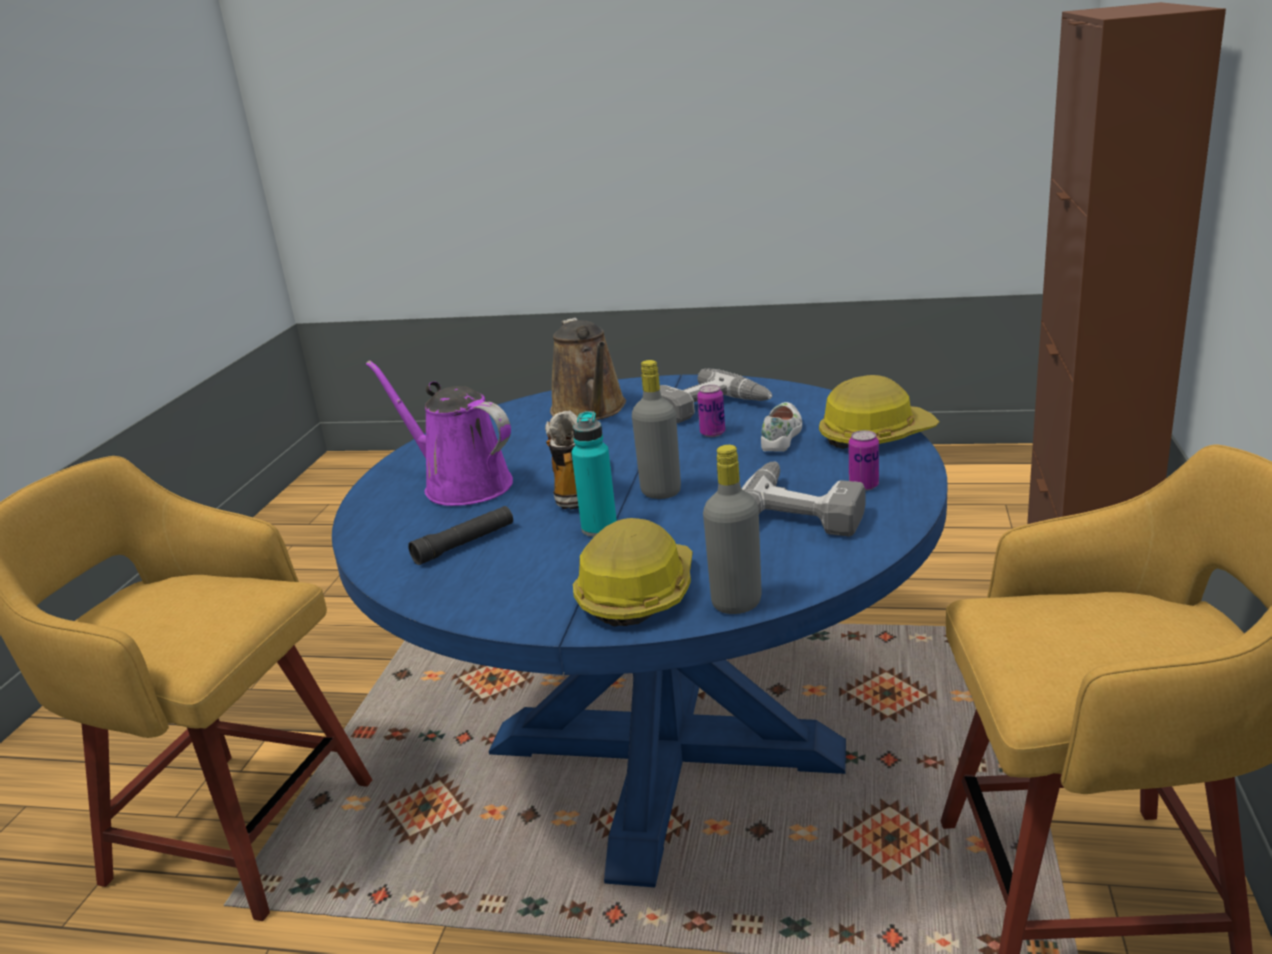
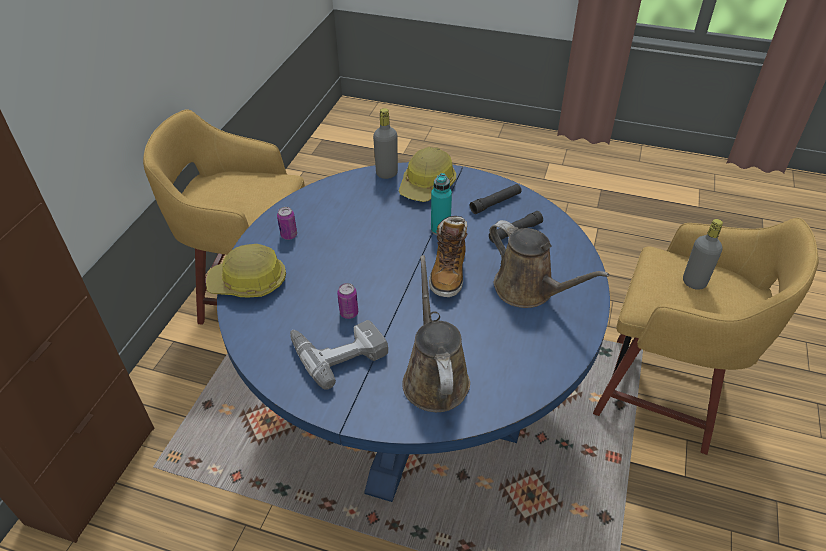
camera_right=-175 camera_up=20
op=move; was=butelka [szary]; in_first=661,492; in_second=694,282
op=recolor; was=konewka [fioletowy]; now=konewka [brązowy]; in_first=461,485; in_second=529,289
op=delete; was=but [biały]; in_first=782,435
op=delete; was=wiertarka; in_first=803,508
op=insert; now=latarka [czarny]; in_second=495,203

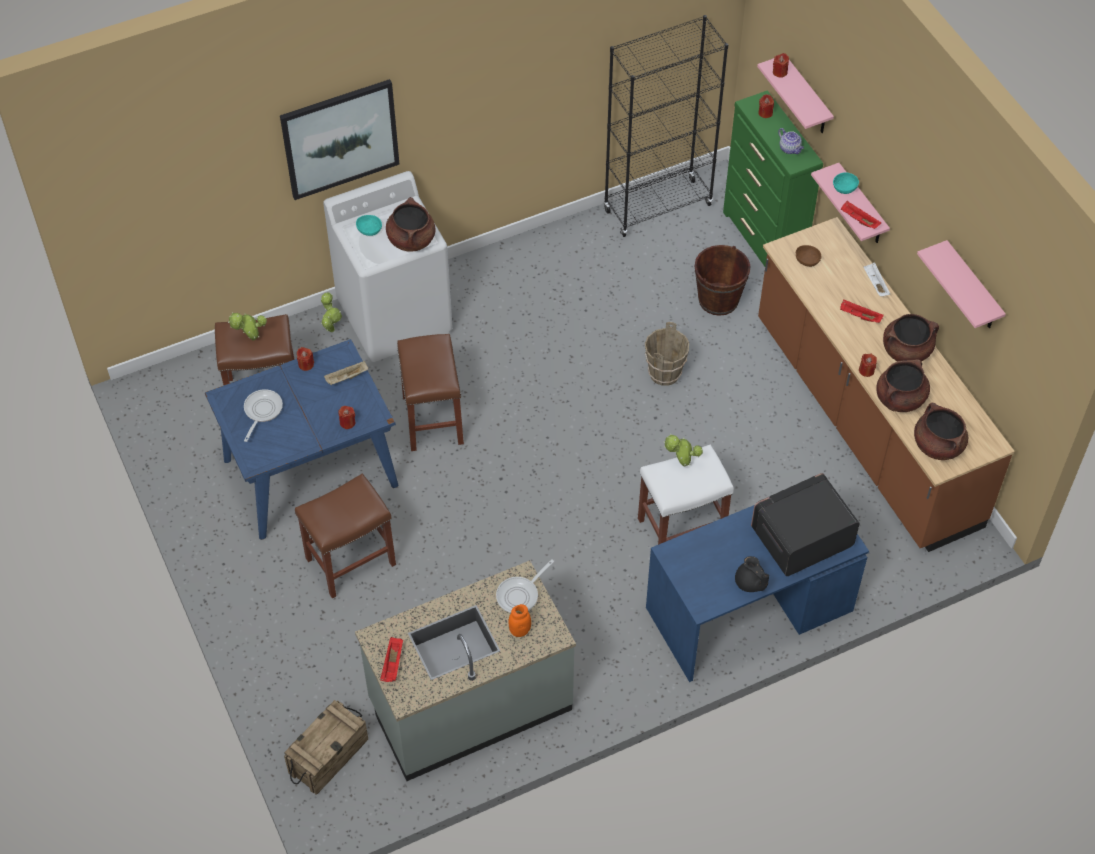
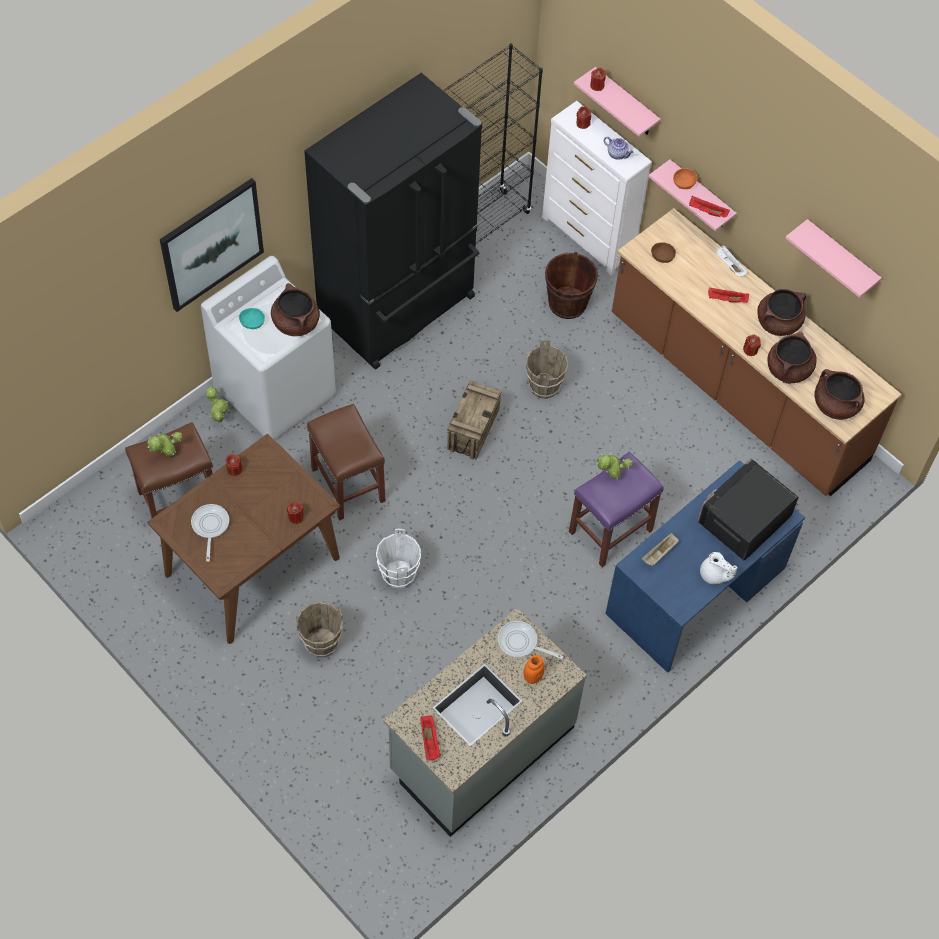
camera_right=-20 camera_up=5
op=recolor; was=komoda [zielony]; now=komoda [biały]; in_first=763,242; in_second=588,238
op=recolor; was=miska [turkusowy]; now=miska [pomarańczowy]; in_first=844,188; in_second=683,184
op=recolor; was=stół jadalny [niebieski]; now=stół jadalny [brązowy]; in_first=312,472; in_second=253,565
op=move; was=taca [beżowy]; in_first=346,378; in_second=659,554
op=recolor; was=stołek [biały]; now=stołek [fioletowy]; in_first=682,528; in_second=611,530
op=replace; was=stołek [brązowy]; now=wiadro [brązowy]; in_first=350,562; in_second=321,643
op=recolor; was=imbryk [czarny]; now=imbryk [biały]; in_first=750,583; in_second=714,575
op=rotate; was=patelnia; in_first=520,595; in_second=521,643; clockwise=90
op=move; was=skrzynka; in_first=328,756; in_second=473,429
op=insert; now=lodówka [czarny]; in_second=400,308
op=insert; now=wiadro [biały]; in_second=398,575

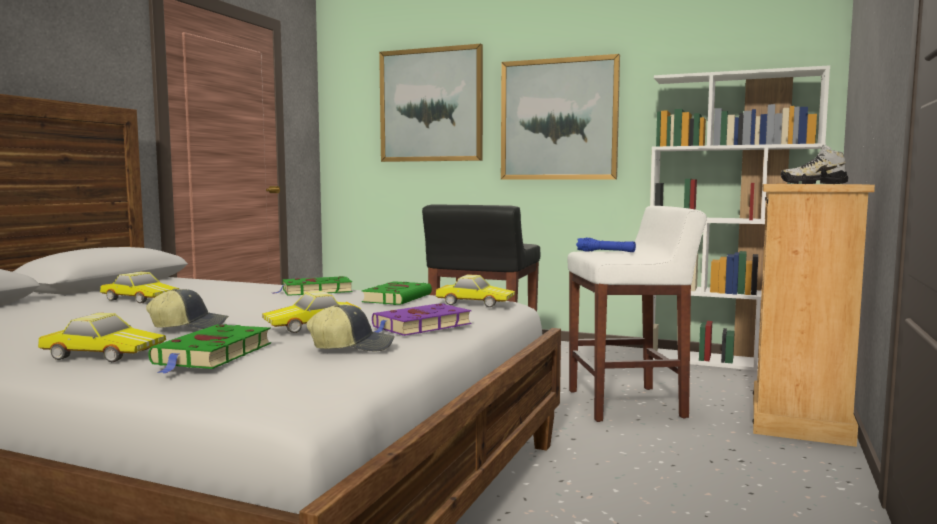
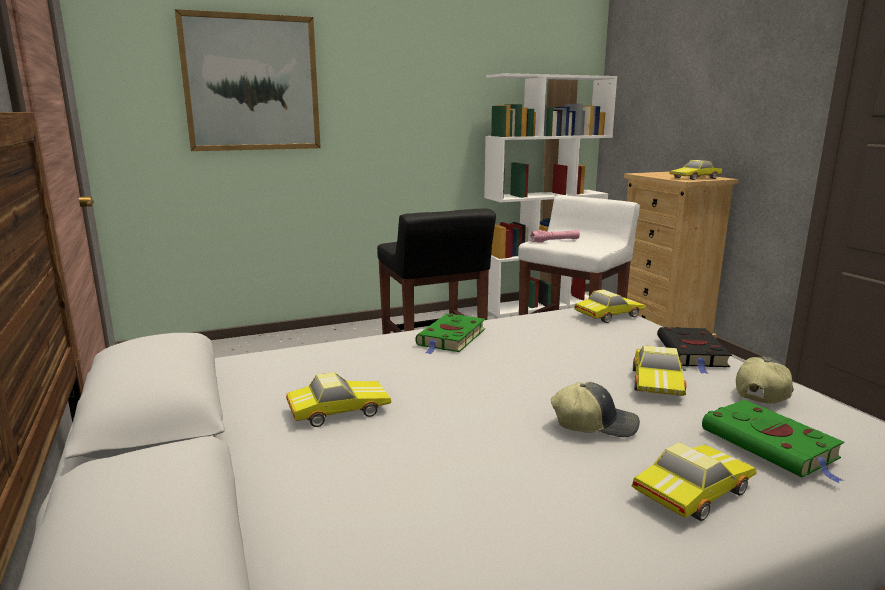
camera_right=-45 camera_up=10
op=delete; was=obraz; in_first=558,119
op=replace; was=but; now=samochodzik; in_first=813,184; in_second=696,178
op=recolor; was=latarka [niebieski]; now=latarka [różowy]; in_first=605,252; in_second=555,241
op=delete; was=książka [zielony]; in_first=398,298
op=rotate; was=czapka z daszkiem; in_first=190,326; in_second=594,424; clockwise=60
op=recolor; was=książka [fioletowy]; now=książka [czarny]; in_first=420,326; in_second=693,353

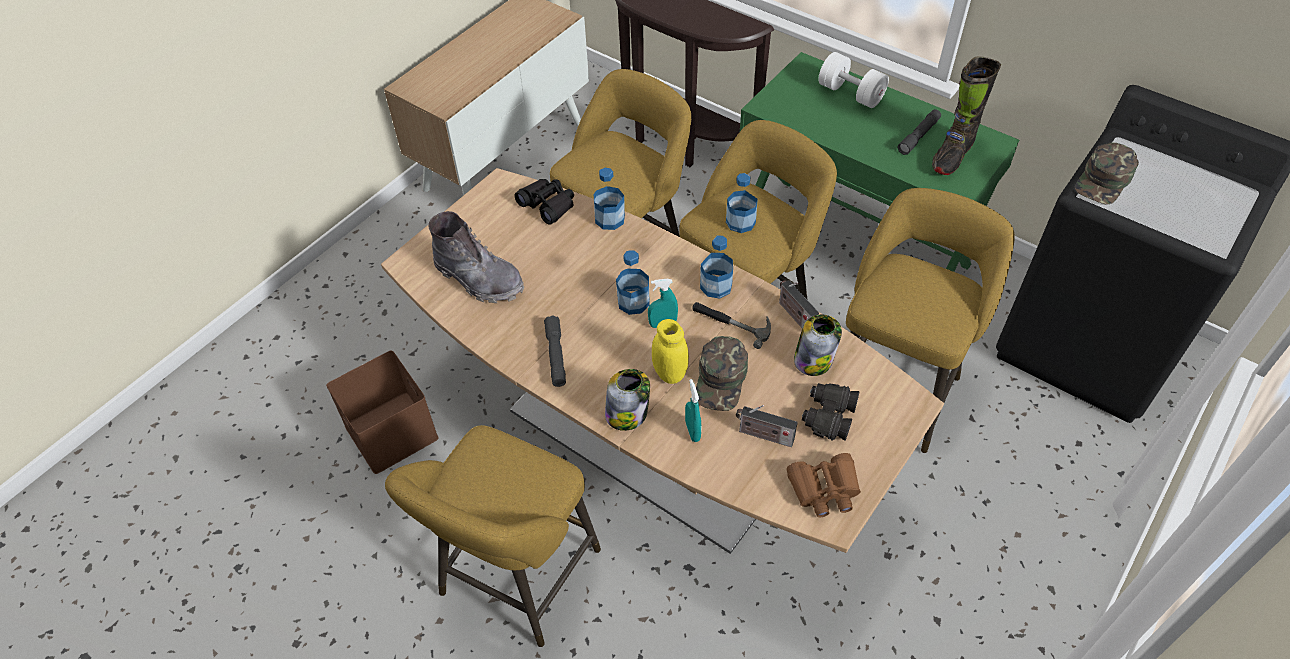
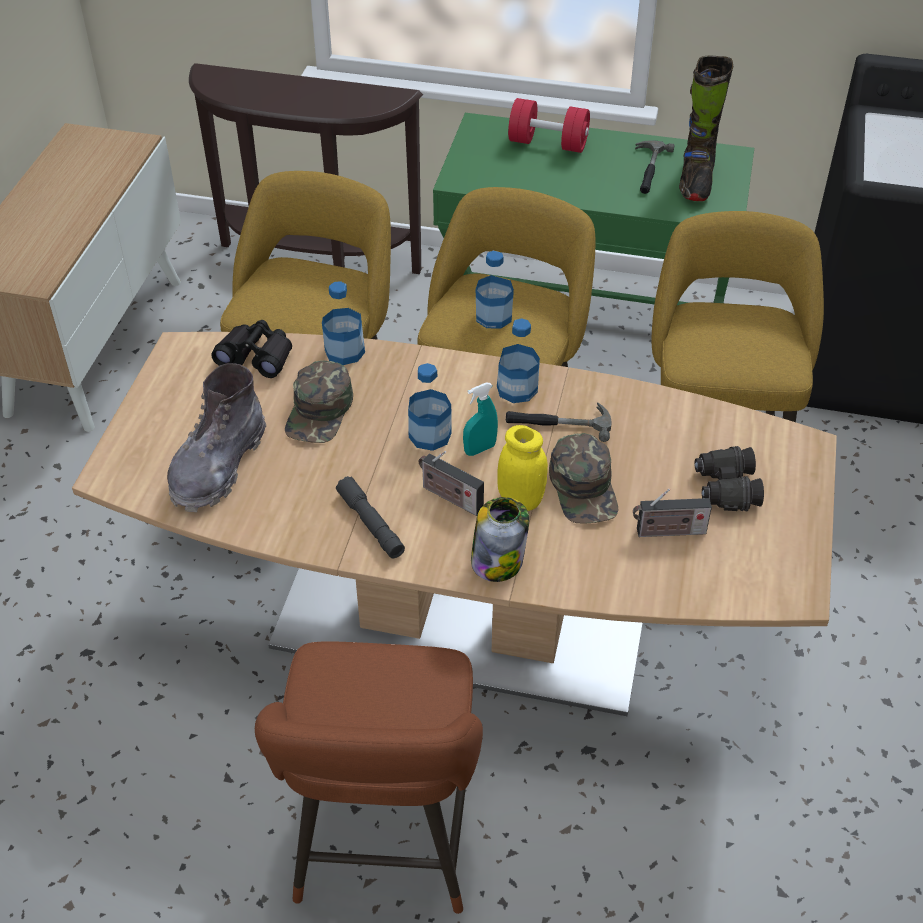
camera_right=-25 camera_up=-5
op=recolor; was=hantel [biały]; now=hantel [czerwony]; in_first=850,93; in_second=548,143
op=replace; was=latarka [szary]; now=młotek; in_first=918,136; in_second=648,170
op=move; was=czapka z daszkiem [zielony]; in_first=1104,180; in_second=320,411
op=rotate; was=but z cholewką [szary]; in_first=479,279; in_second=218,466; clockwise=105
op=move; was=radio; in_first=794,315; in_second=449,497
op=delete; was=słoik; in_first=813,360
op=delete; was=pojemnik do przechowywania [brązowy]; in_first=389,431
op=delete; was=spryskiwacz [turkusowy]; in_first=692,431
op=recolor; was=stołek [żółty]; now=stołek [brązowy]; in_first=515,579; in_second=384,846
op=delete; was=lornetka [brązowy]; in_first=824,489

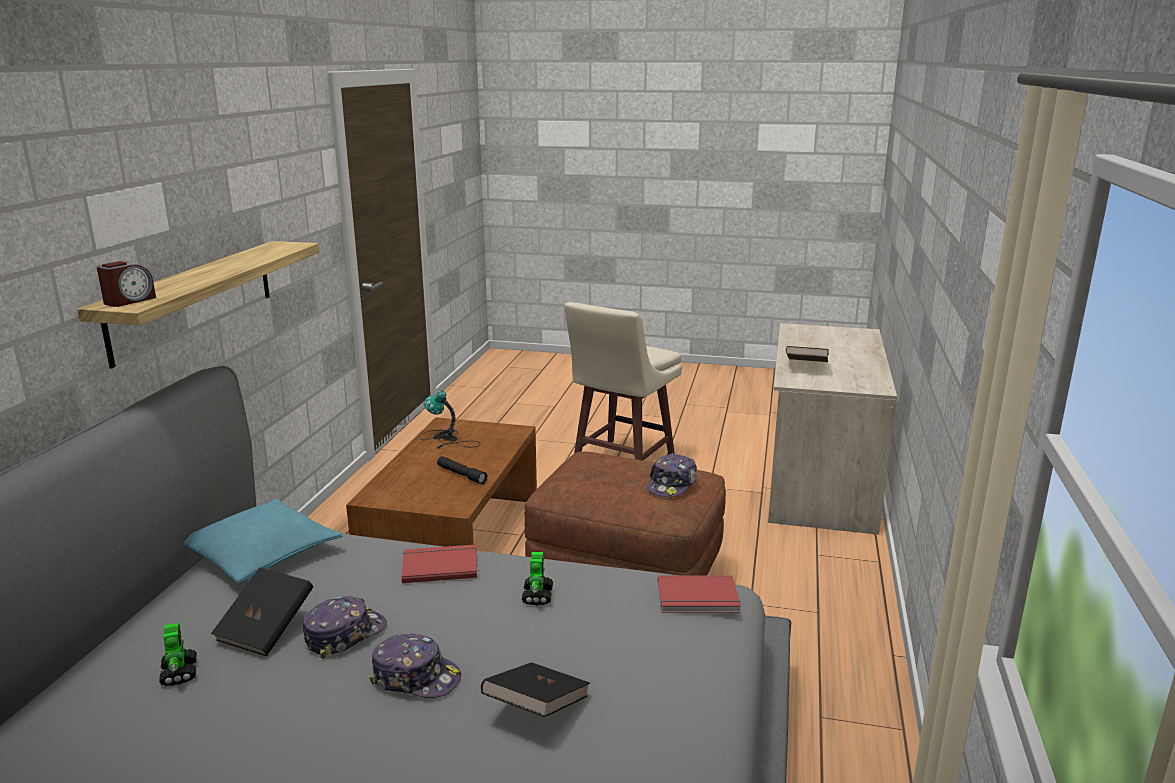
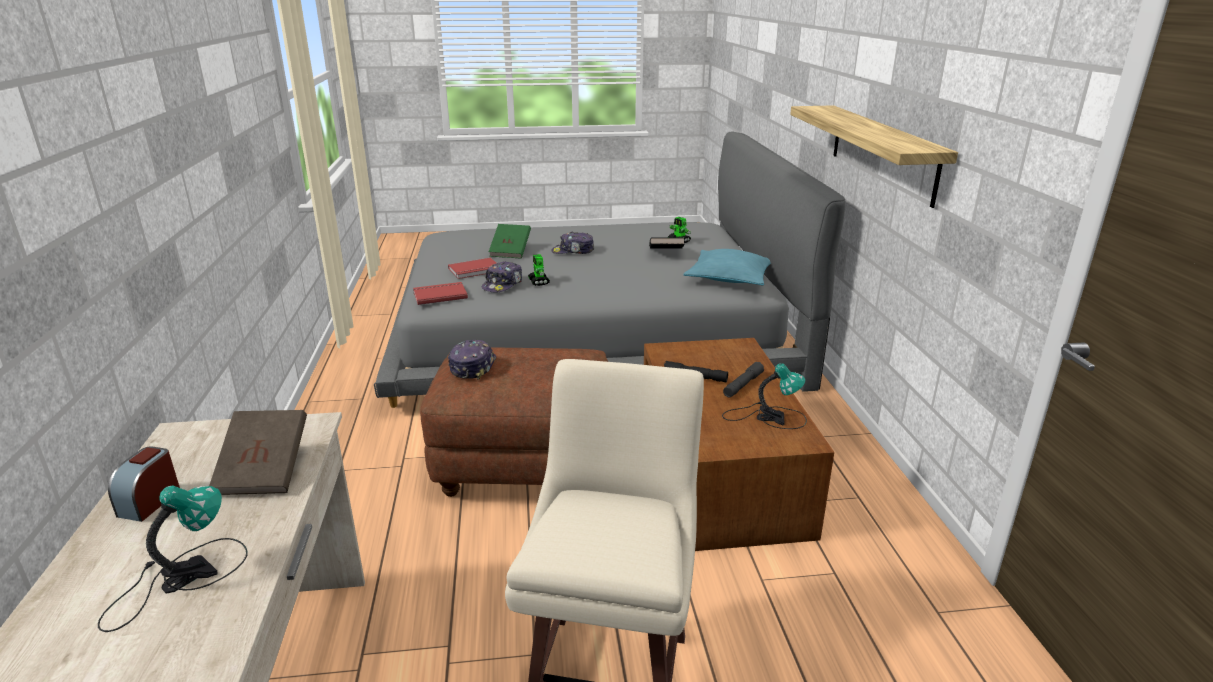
camera_right=160 camera_up=5
op=move; was=budzik; in_first=129,301; in_second=150,502
op=move; was=książka [czerwony]; in_first=439,565; in_second=475,270
op=move; was=czapka z daszkiem; in_first=344,634; in_second=503,284
op=recolor; was=książka [czarny]; now=książka [zielony]; in_first=536,708; in_second=510,251
op=insert; now=latarka [szary]; in_second=743,385
op=insert; now=lampa stołowa; in_second=179,578

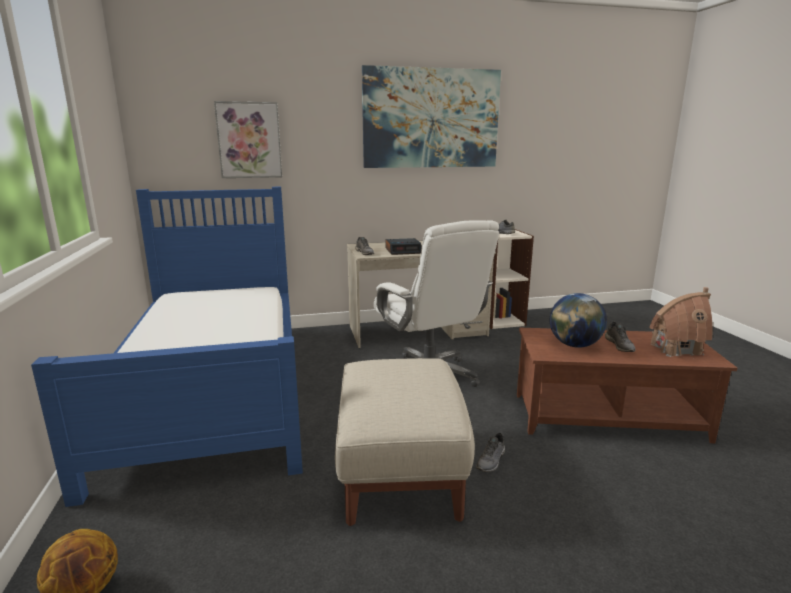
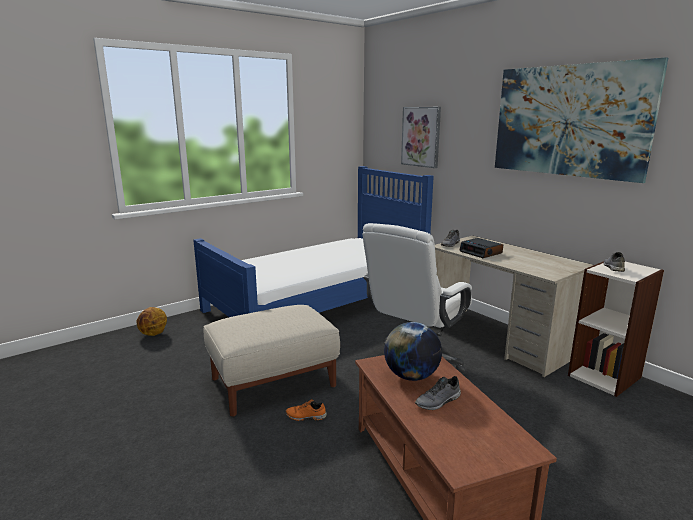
camera_right=65 camera_up=0
op=delete; was=domek; in_first=675,348
op=recolor; was=but [szary]; now=but [pomarańczowy]; in_first=491,461; in_second=305,417

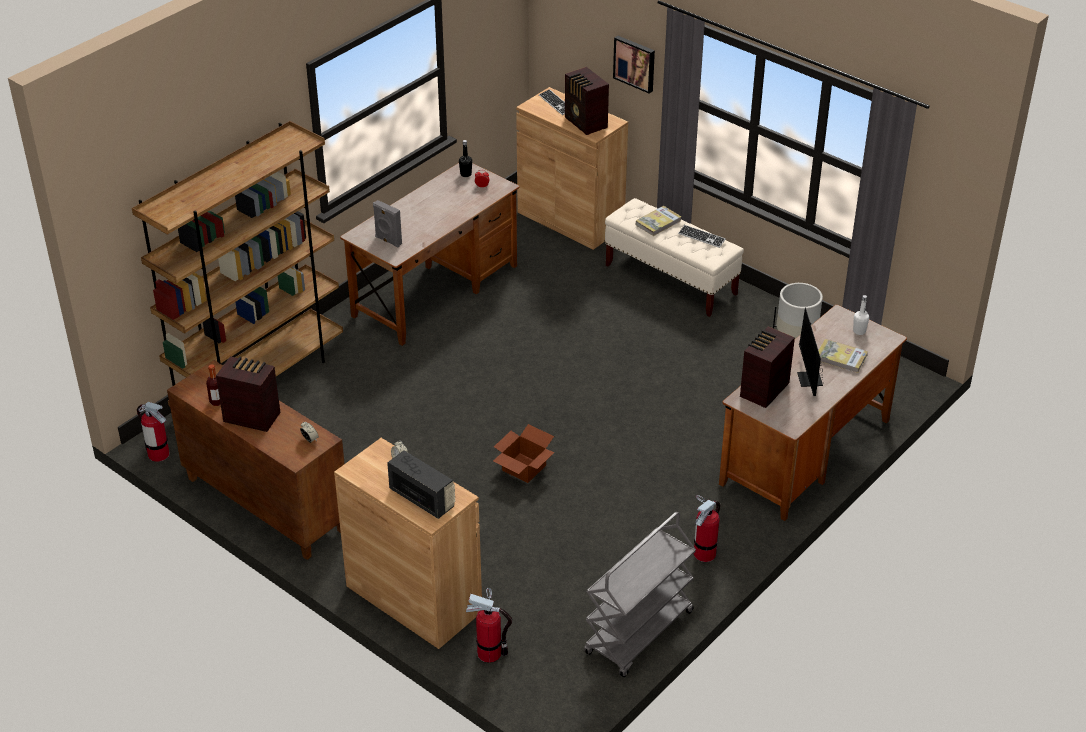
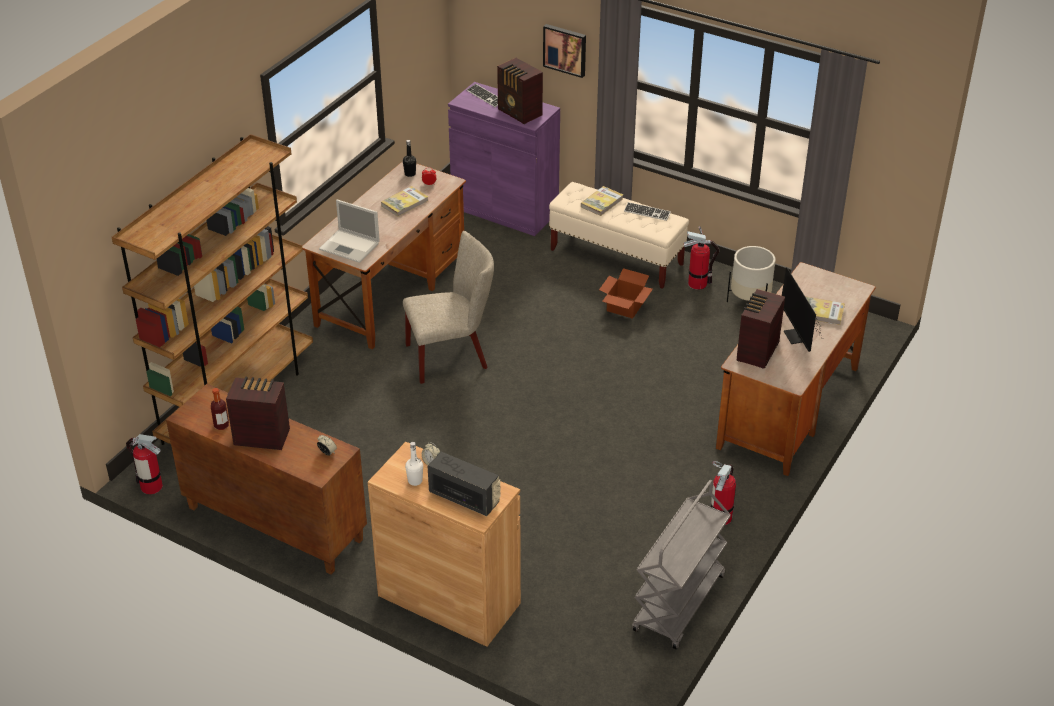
camera_right=-10 camera_up=0
op=recolor; was=szafka [brązowy]; now=szafka [fioletowy]; in_first=570,220; in_second=505,210
op=replace; was=głośnik [szary]; now=laptop; in_first=388,241; in_second=350,246
op=move; was=butelka [biały]; in_first=859,331; in_second=415,481
op=move; was=karton; in_first=522,468; in_second=624,307
op=move; was=gaśnica; in_first=489,653; in_second=697,283
op=insert; now=książka; in_second=404,203
op=insert; now=krzesło [beżowy]; in_second=452,356

